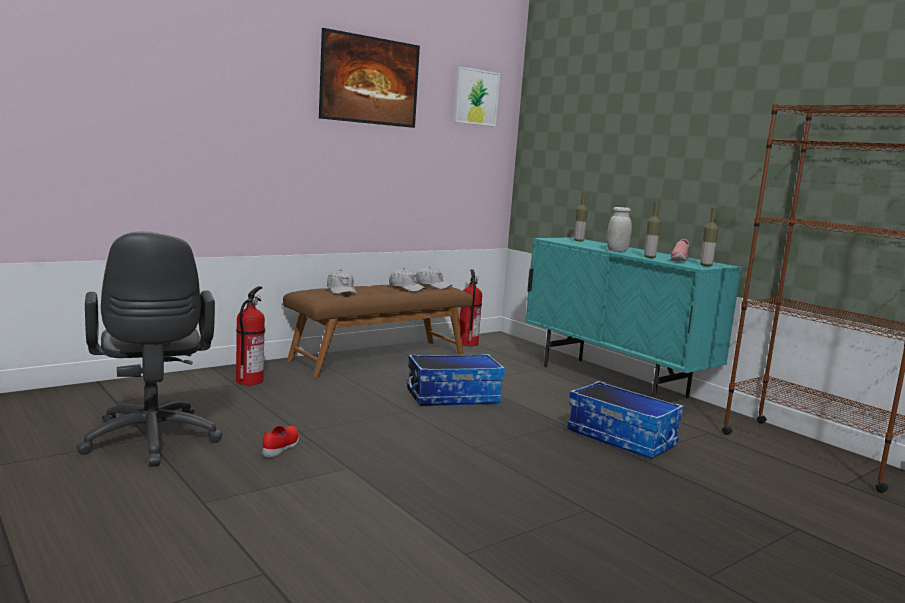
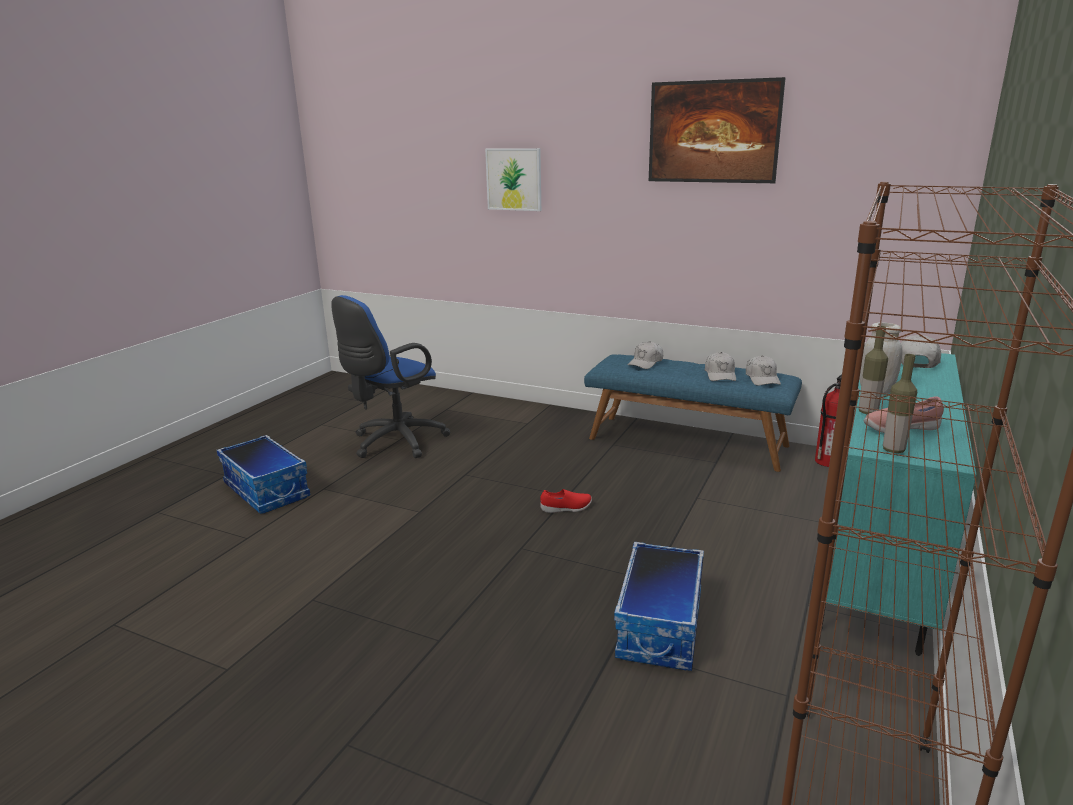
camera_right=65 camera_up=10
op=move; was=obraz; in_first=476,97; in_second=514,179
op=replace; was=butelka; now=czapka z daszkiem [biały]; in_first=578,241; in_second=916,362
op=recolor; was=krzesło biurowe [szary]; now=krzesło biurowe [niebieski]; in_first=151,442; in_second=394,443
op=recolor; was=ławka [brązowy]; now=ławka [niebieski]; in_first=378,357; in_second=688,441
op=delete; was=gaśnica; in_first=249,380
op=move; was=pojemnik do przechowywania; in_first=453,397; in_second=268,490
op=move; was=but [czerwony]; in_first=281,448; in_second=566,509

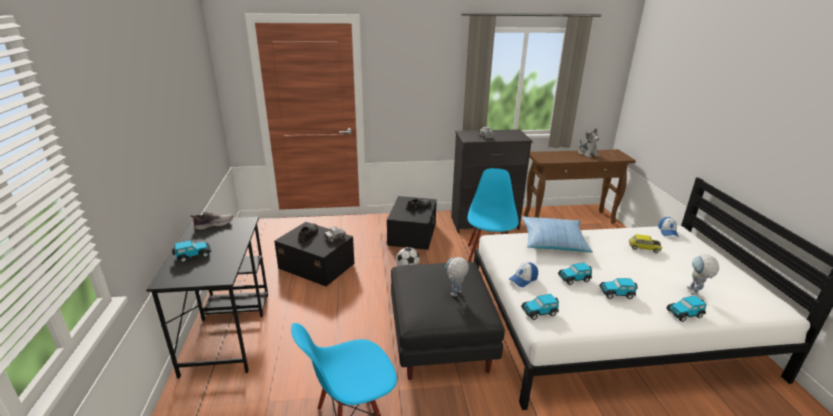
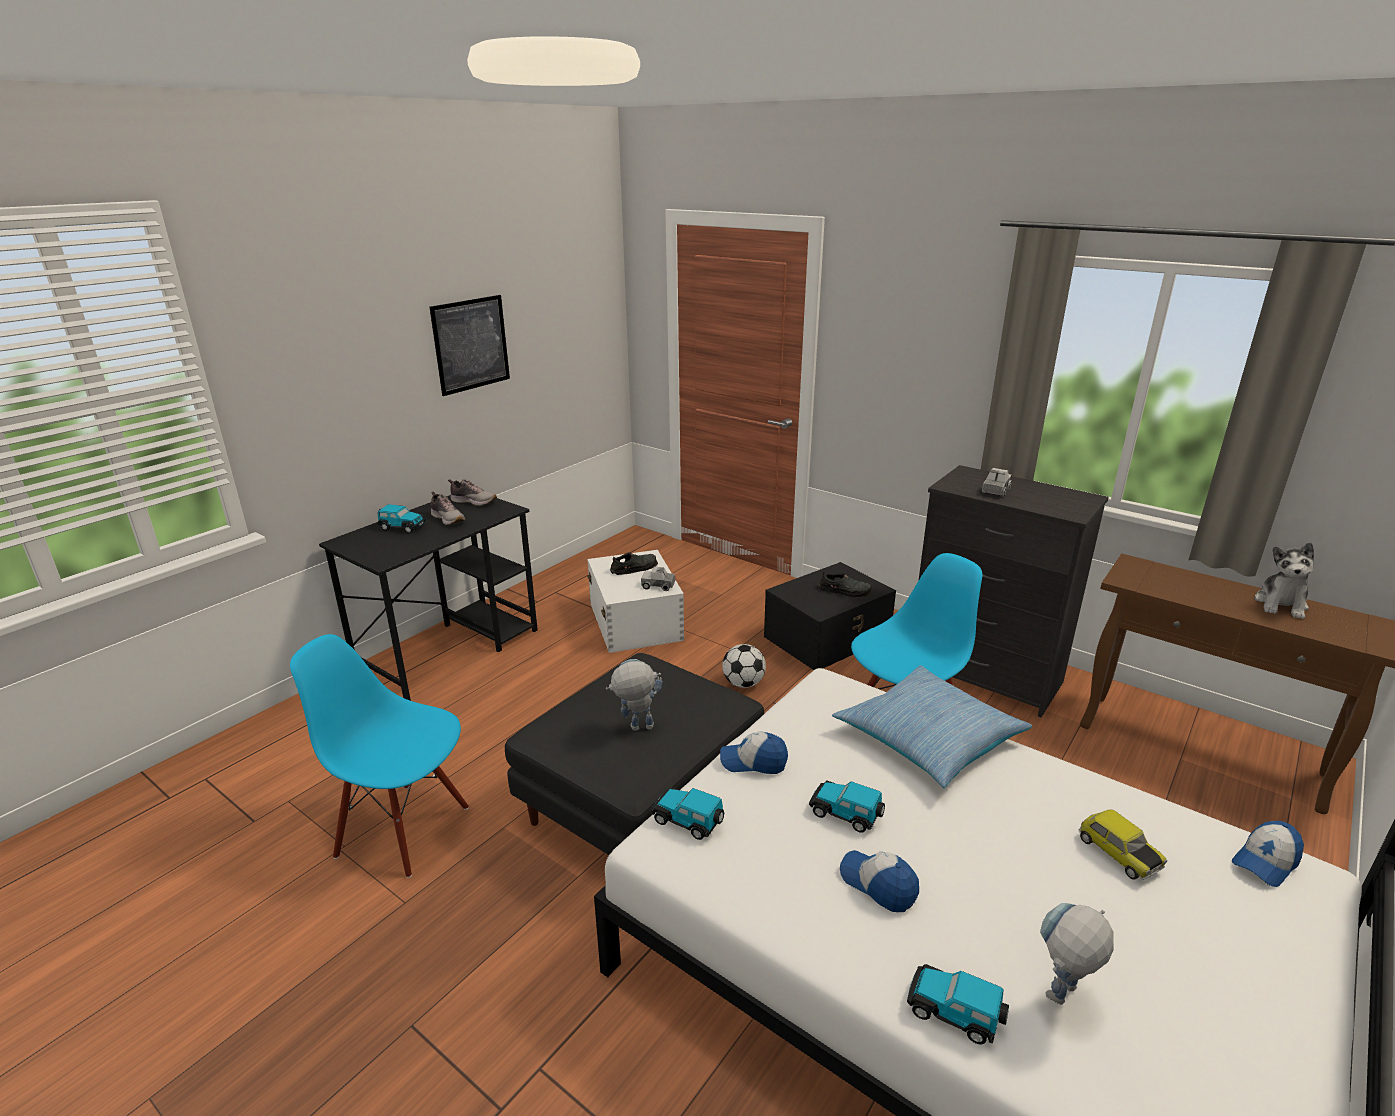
camera_right=45 camera_up=0
op=recolor; was=pojemnik do przechowywania [czarny]; now=pojemnik do przechowywania [biały]; in_first=316,265; in_second=635,620
op=replace; was=samochodzik; now=czapka z daszkiem; in_first=617,293; in_second=878,884
op=insert; now=obraz; in_second=471,344
op=insert; now=but; in_second=448,519

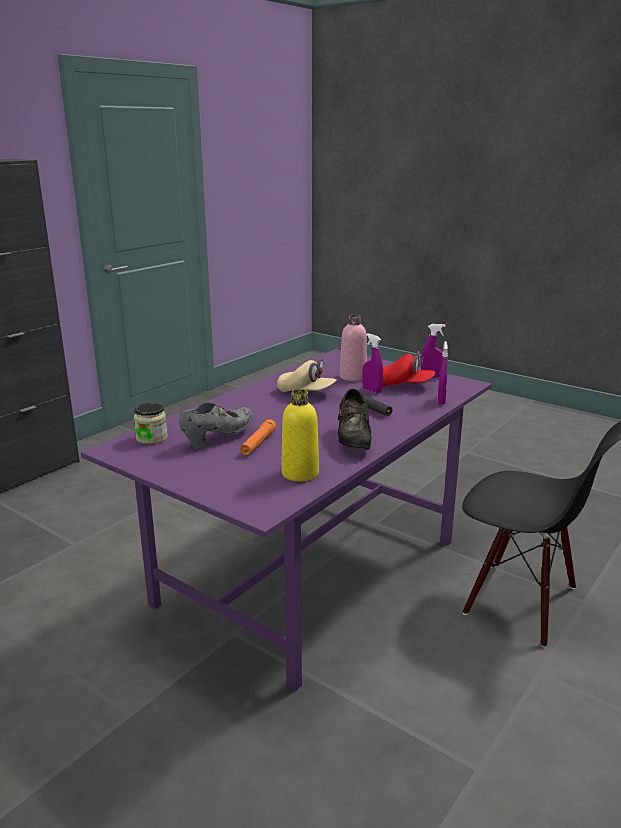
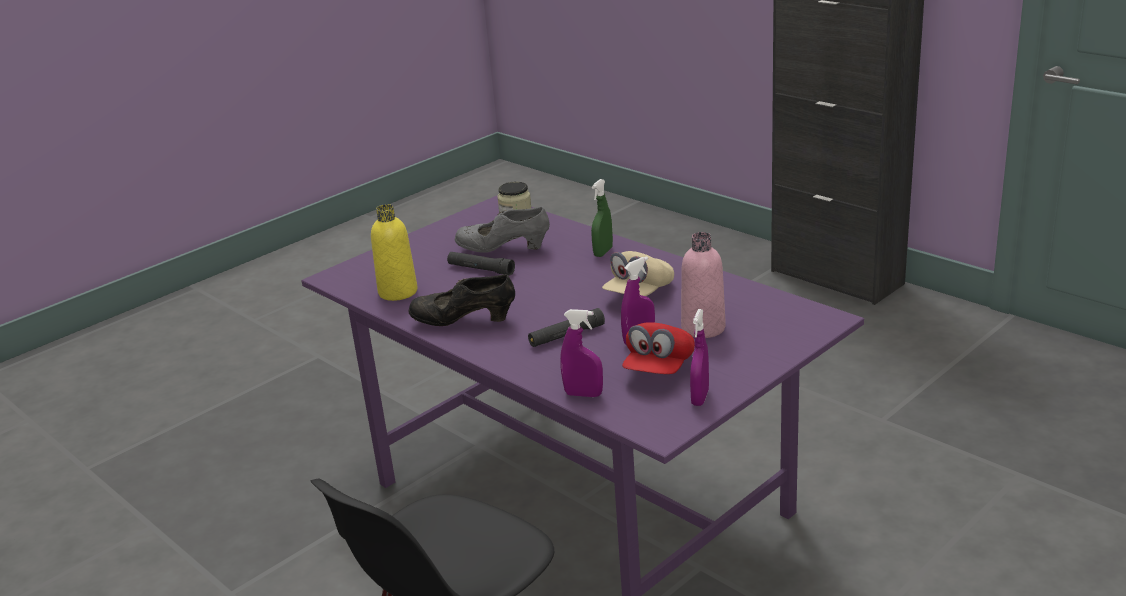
camera_right=100 camera_up=5
op=rotate; was=but [szary]; in_first=219,438; in_second=504,249; clockwise=135
op=recolor; was=latarka [pomarańczowy]; now=latarka [czarny]; in_first=258,443; in_second=481,269
op=insert; now=spryskiwacz [zielony]; in_second=603,252

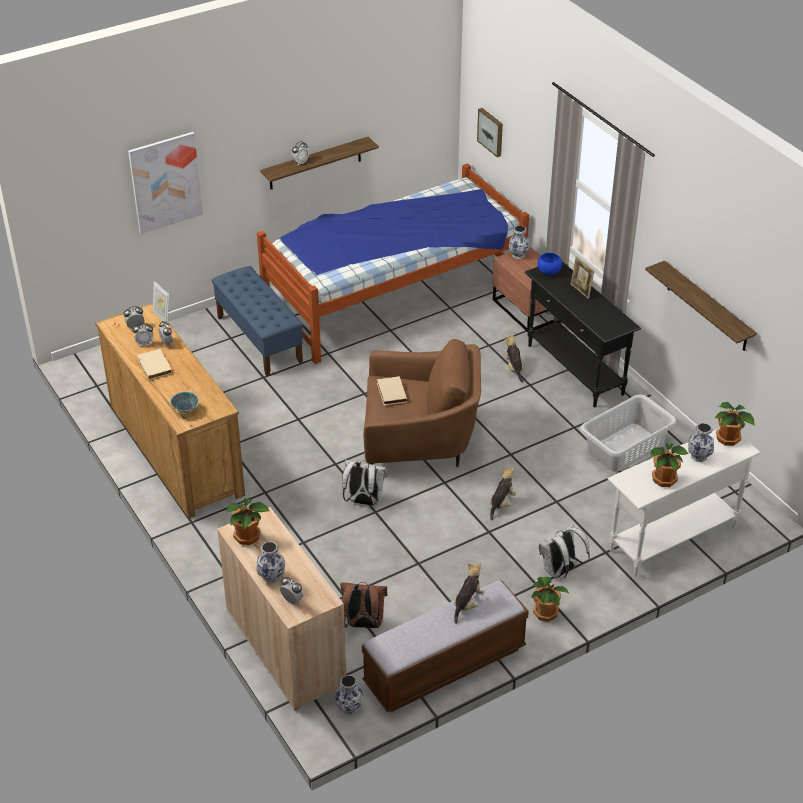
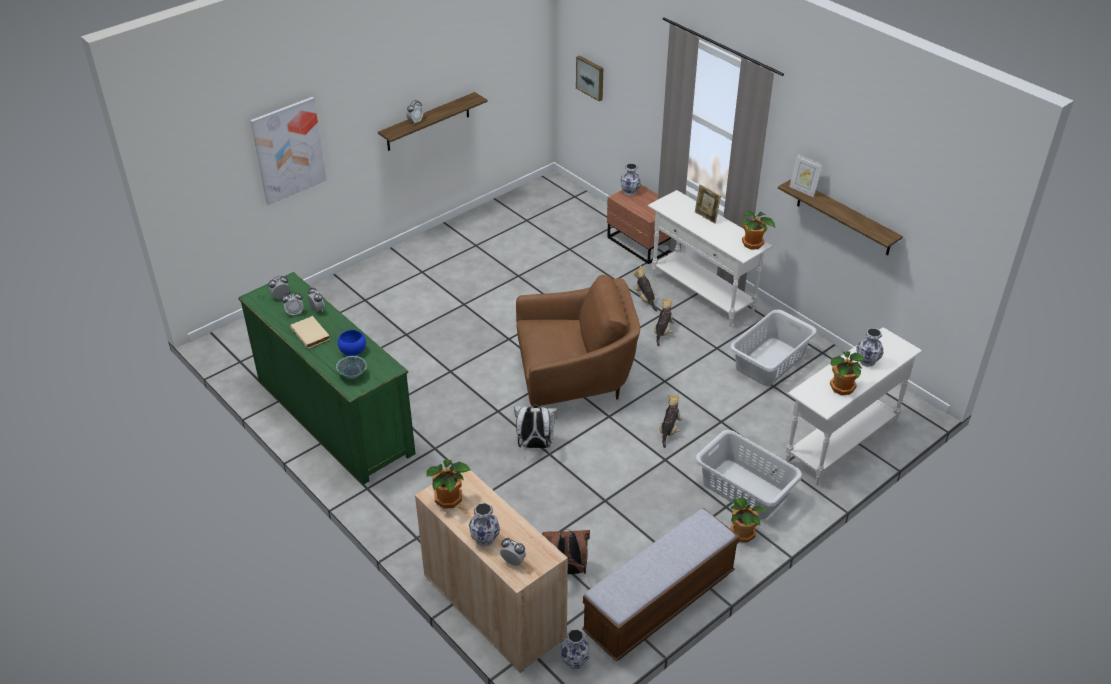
camera_right=-10 camera_up=0
op=delete; was=łóżko; in_first=393,294
op=move; was=miska [niebieski]; in_first=549,271; in_second=353,351
op=recolor; was=stolik konsolowy [czarny]; now=stolik konsolowy [biały]; in_first=575,370; in_second=702,294
op=delete; was=ławka [niebieski]; in_first=259,340
op=move; was=ramka na zdjęcie; in_first=162,317; in_second=802,190
op=recolor; was=komoda [brązowy]; now=komoda [zielony]; in_first=175,449; in_second=334,416
op=delete; was=książka [beżowy]; in_first=391,392
op=move; was=roślina doniczkowa; in_first=728,439; in_second=753,244
op=replace; was=plecak [biały]; now=kosz na pranie [szary]; in_first=560,571; in_second=744,490
op=move; was=pluszak; in_first=467,604; in_second=663,332

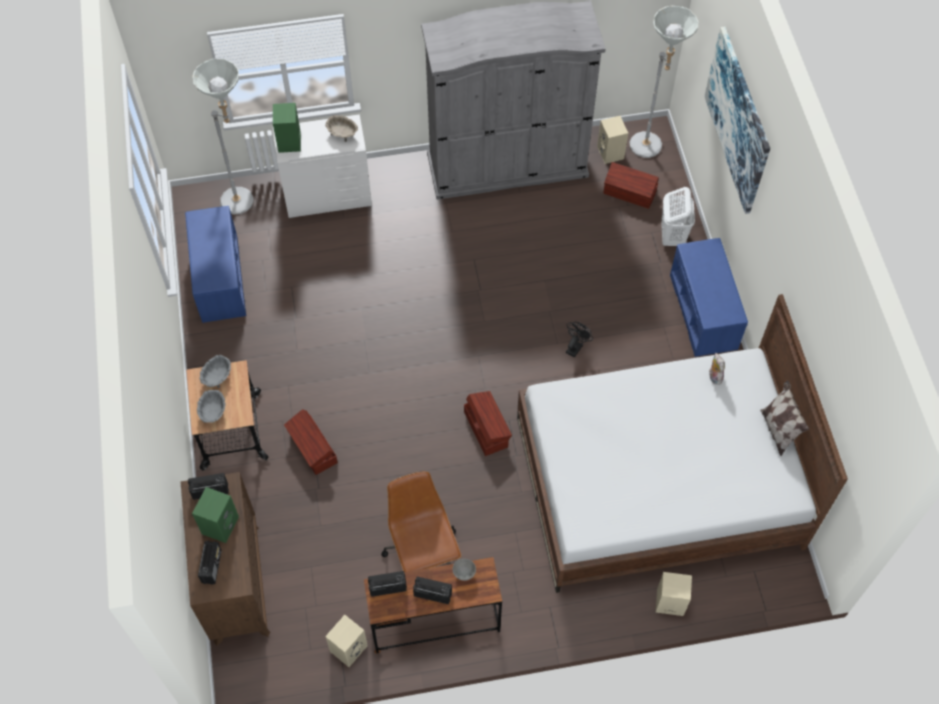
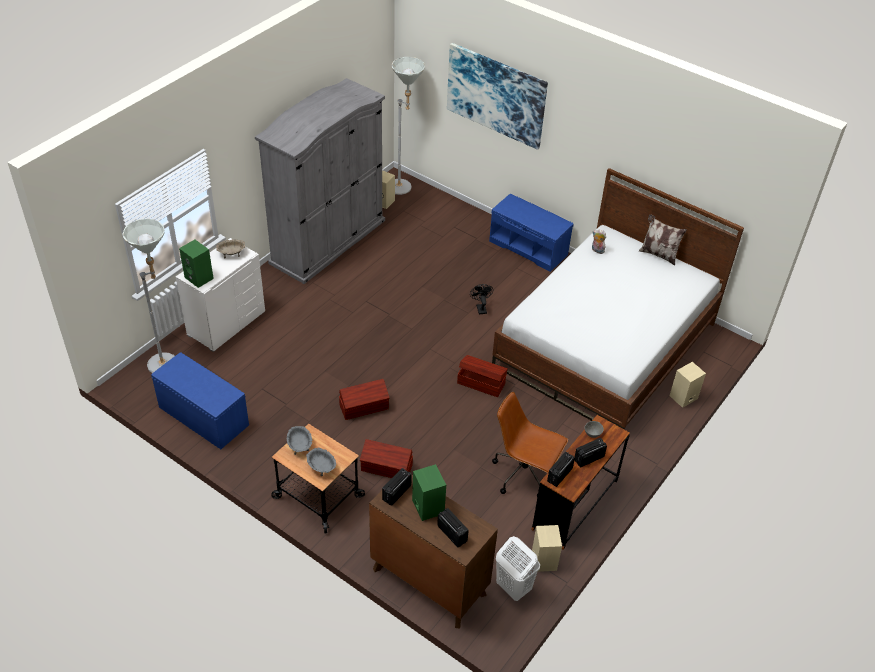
camera_right=-45 camera_up=-15
op=move; was=pojemnik do przechowywania [brązowy]; in_first=629,193; in_second=364,407
op=move; was=kosz na pranie [biały]; in_first=672,236; in_second=513,587

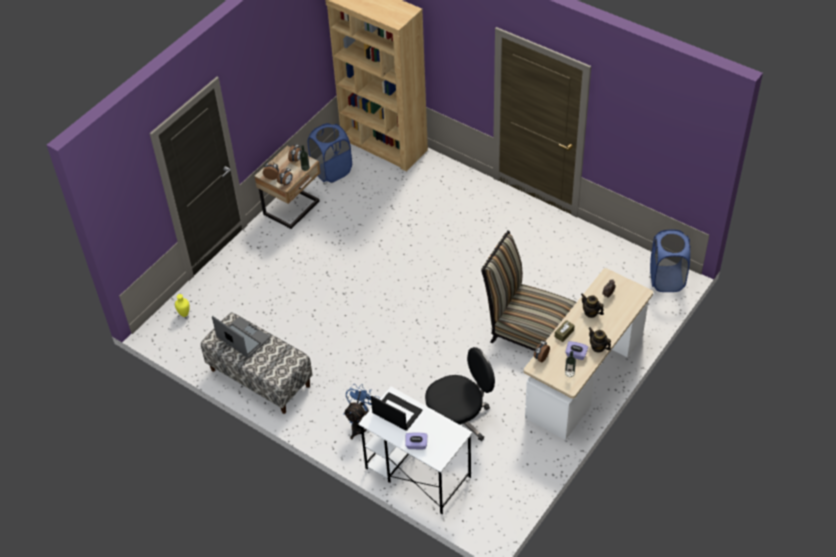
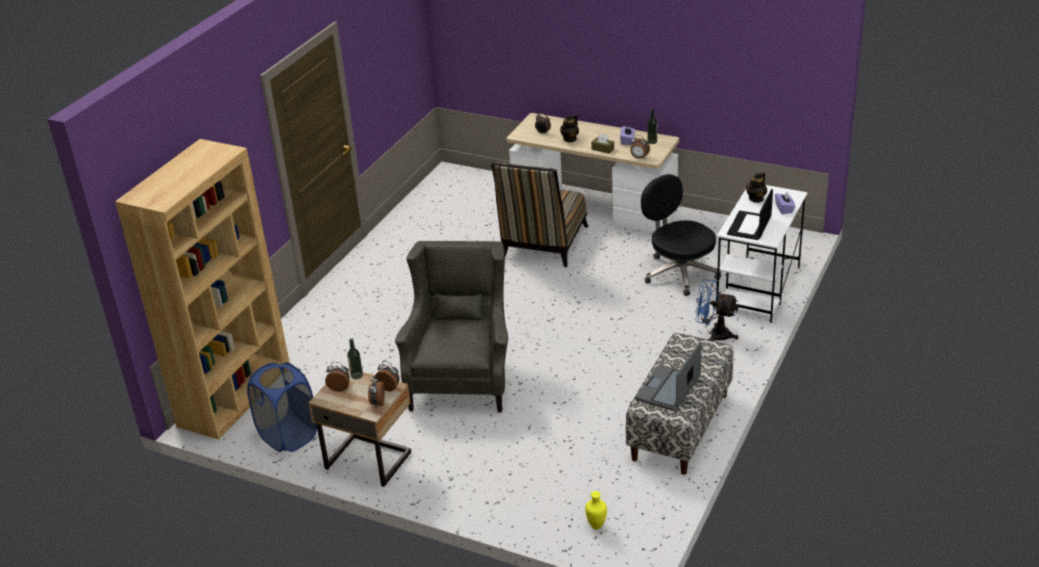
camera_right=-100 camera_up=-15
op=delete; was=kosz na pranie [niebieski]; in_first=666,279
op=move; was=imbryk; in_first=598,347; in_second=756,198
op=insert; now=fotel [szary]; in_second=462,377

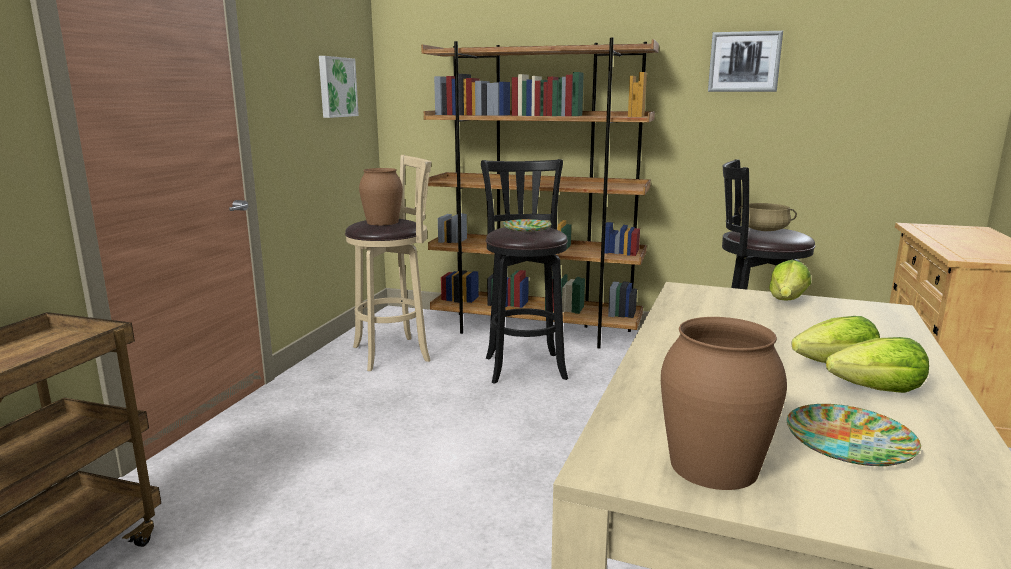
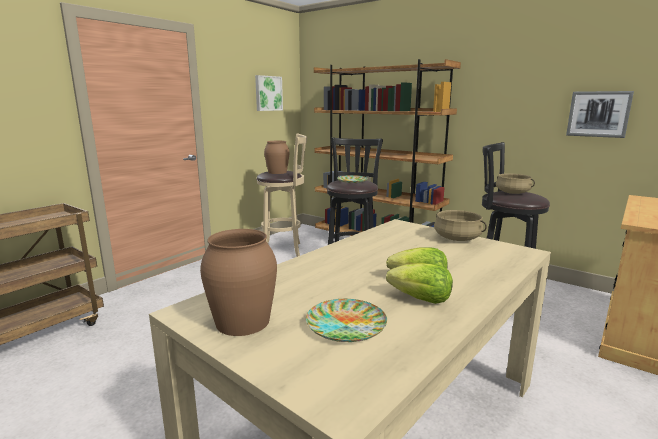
camera_right=20 camera_up=0
op=move; was=obraz; in_first=744,62; in_second=598,114
op=replace; was=sałata; now=garnek [beżowy]; in_first=787,301; in_second=457,238

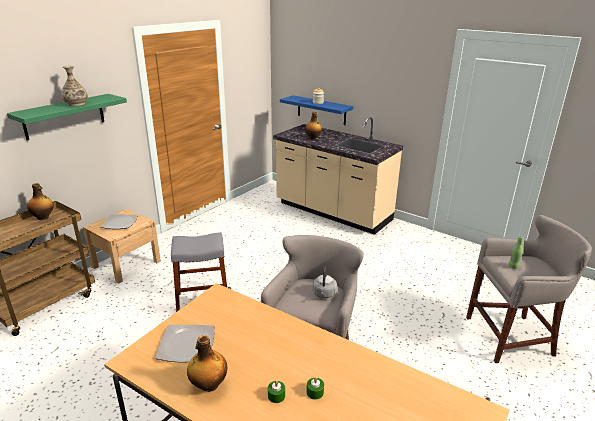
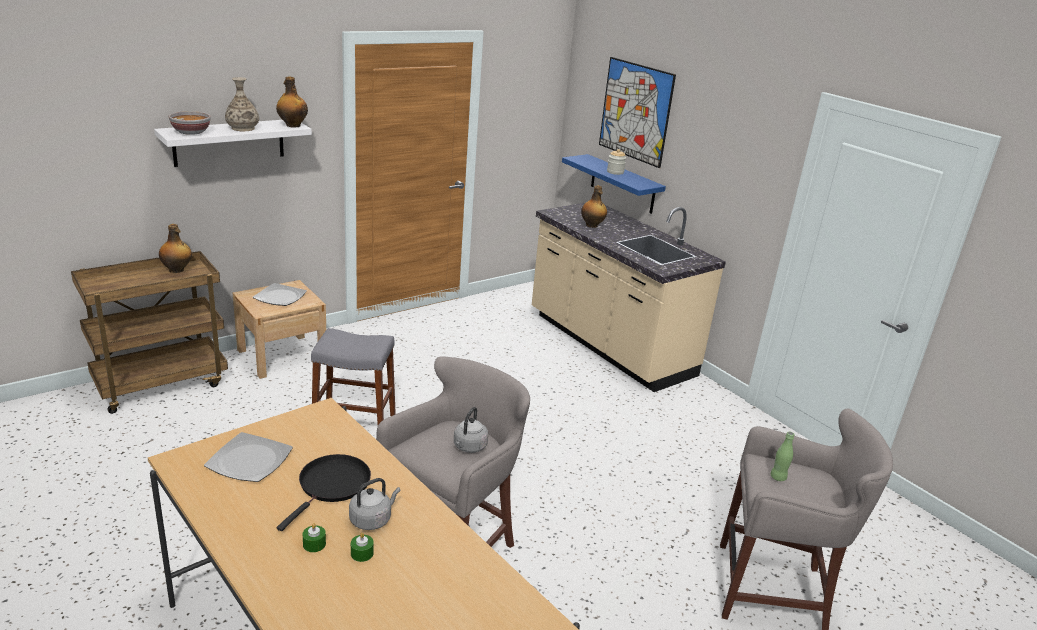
camera_right=15 camera_up=0
op=recolor; was=półka [zielony]; now=półka [biały]; in_first=64,116; in_second=229,142
op=move; was=butelka; in_first=208,385; in_second=292,125
op=insert; now=obraz; in_second=635,111
op=insert; now=miska; in_second=191,132
op=insert; now=patelnia [czarny]; in_second=332,485
op=insert; now=czajnik [szary]; in_second=372,519

